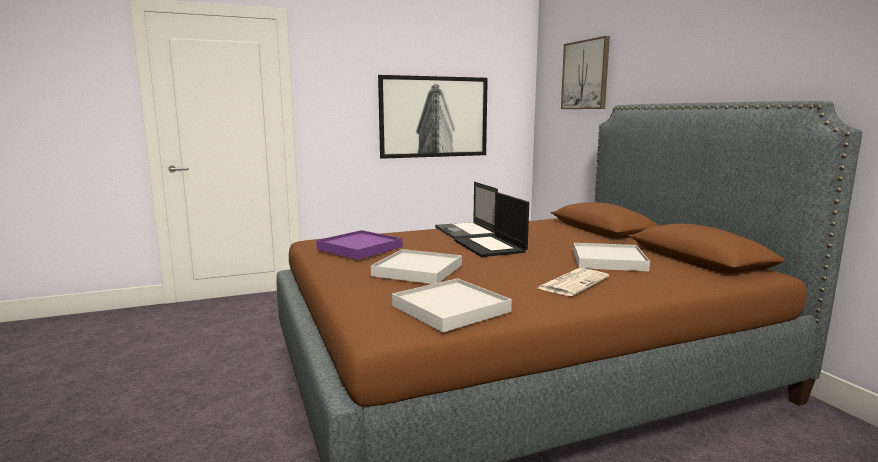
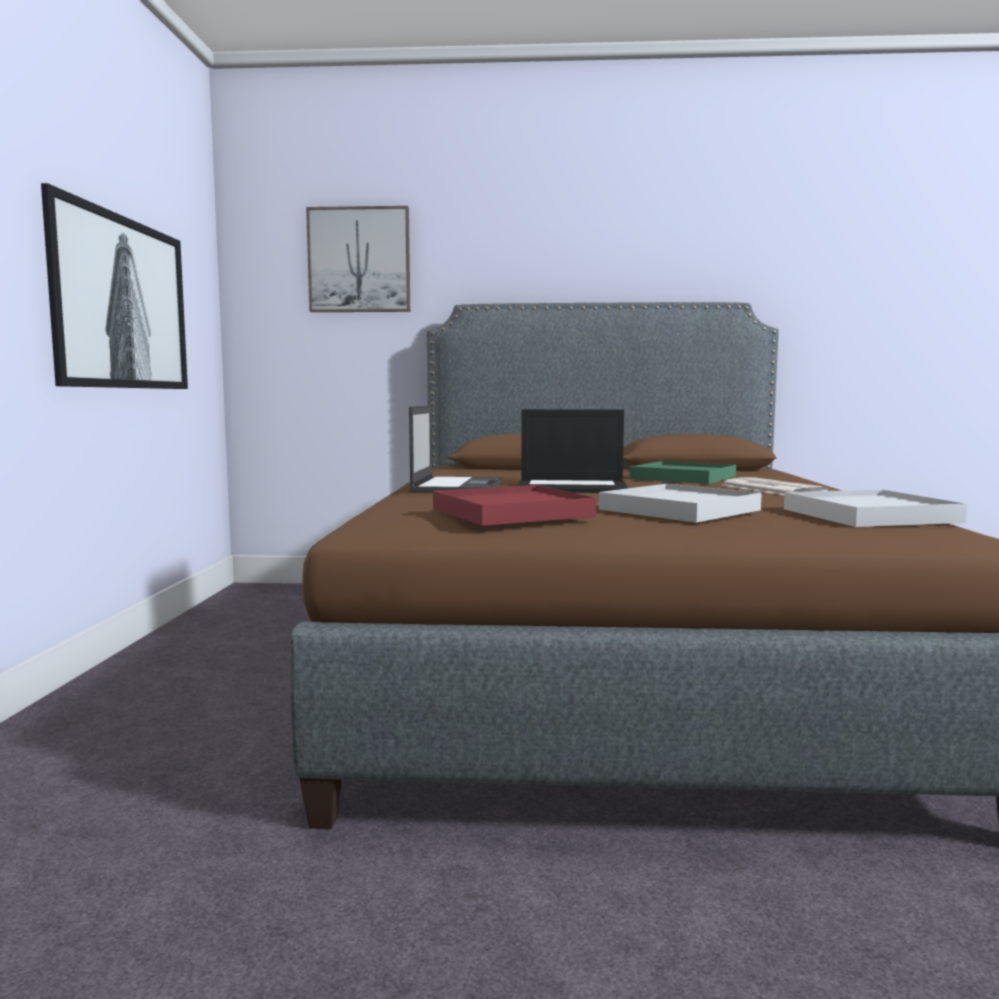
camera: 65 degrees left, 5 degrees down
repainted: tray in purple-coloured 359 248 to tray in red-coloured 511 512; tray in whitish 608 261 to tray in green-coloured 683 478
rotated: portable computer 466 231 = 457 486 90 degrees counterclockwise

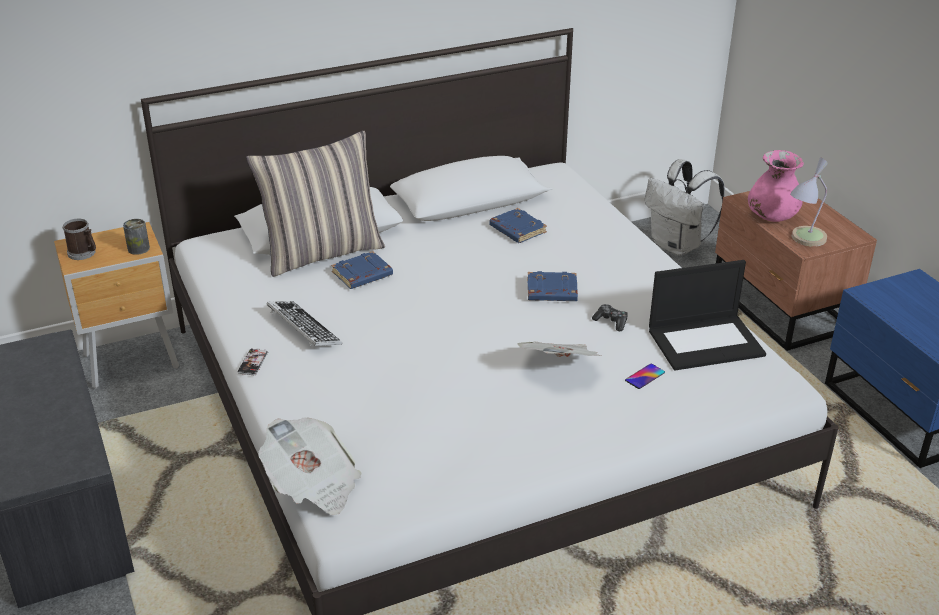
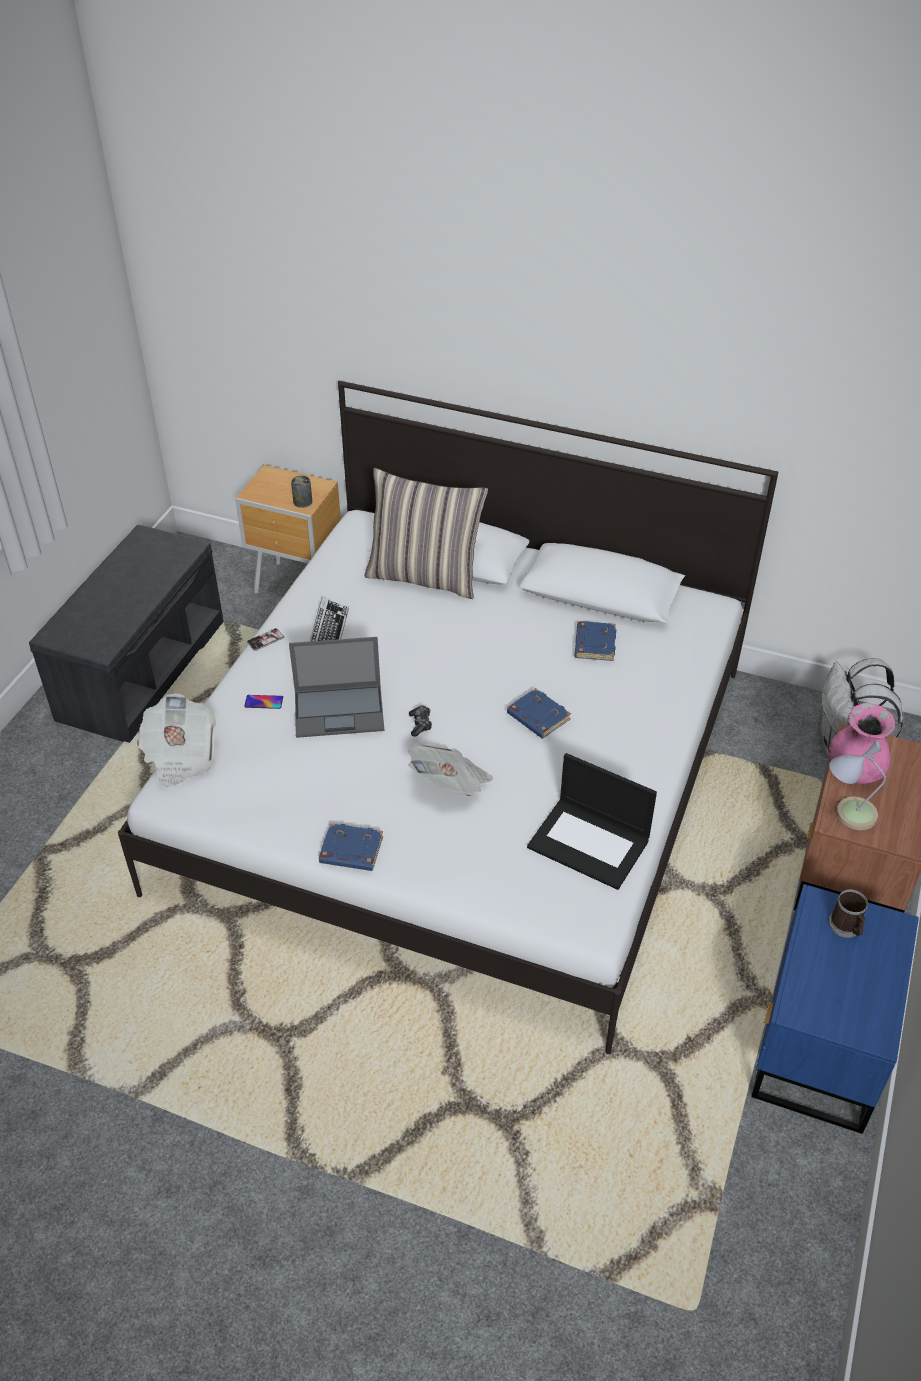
camera: 45 degrees right, 10 degrees up
new: portable computer 340 710
shifted: coffee mug 84 253 to 846 927; bound book in blue 362 275 to 350 851; joypad 611 321 to 420 724; telephone 645 376 to 263 702

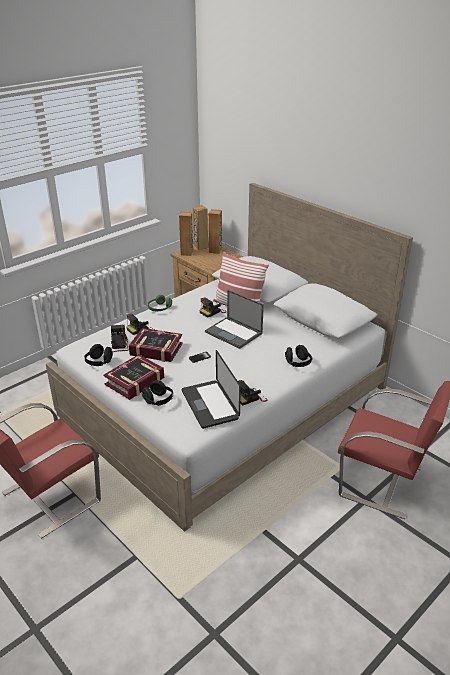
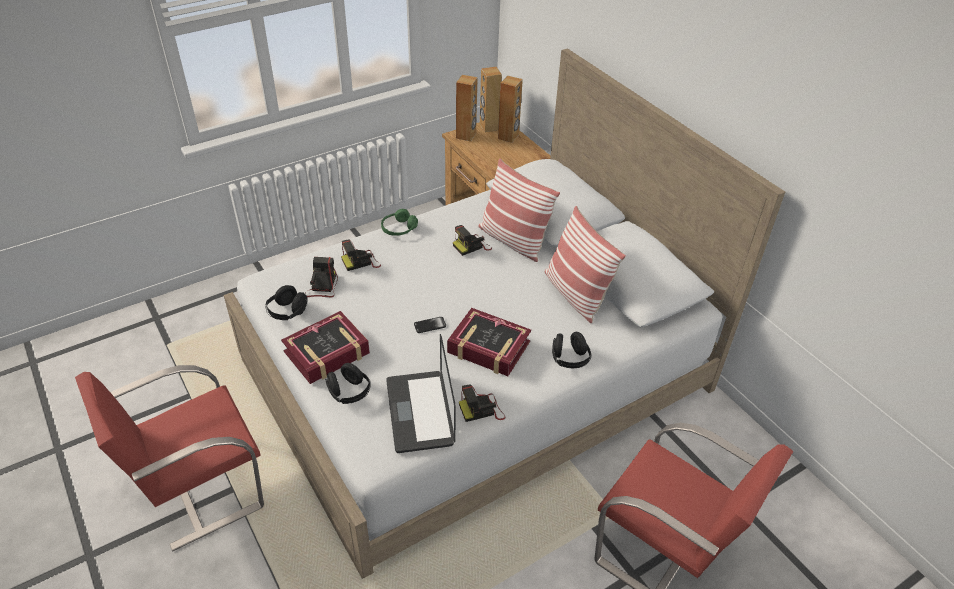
camera: 10 degrees right, 10 degrees up
gone: portable computer 234 333
new: throw pillow 575 294
shifted: bound book 156 349 to 488 348

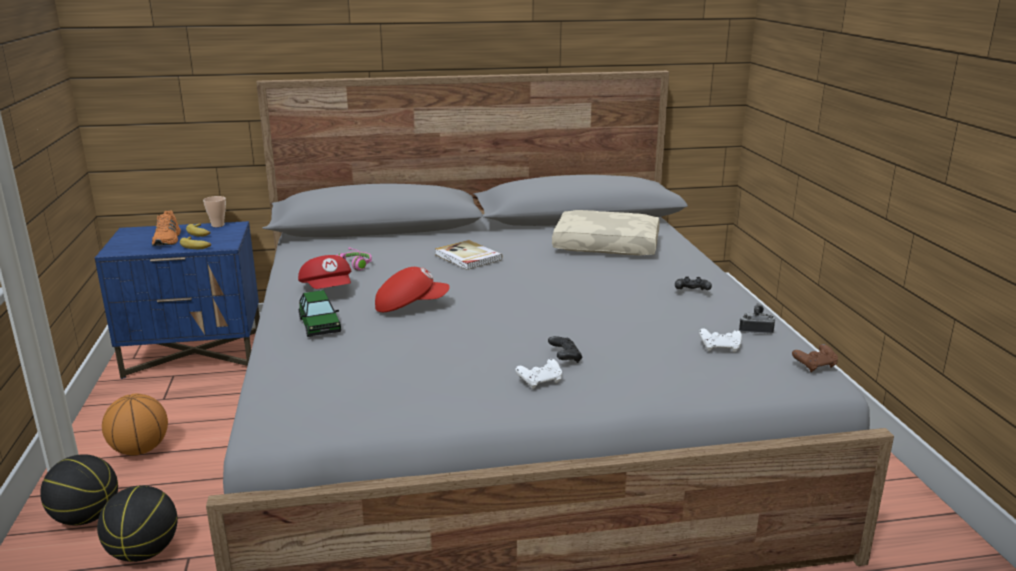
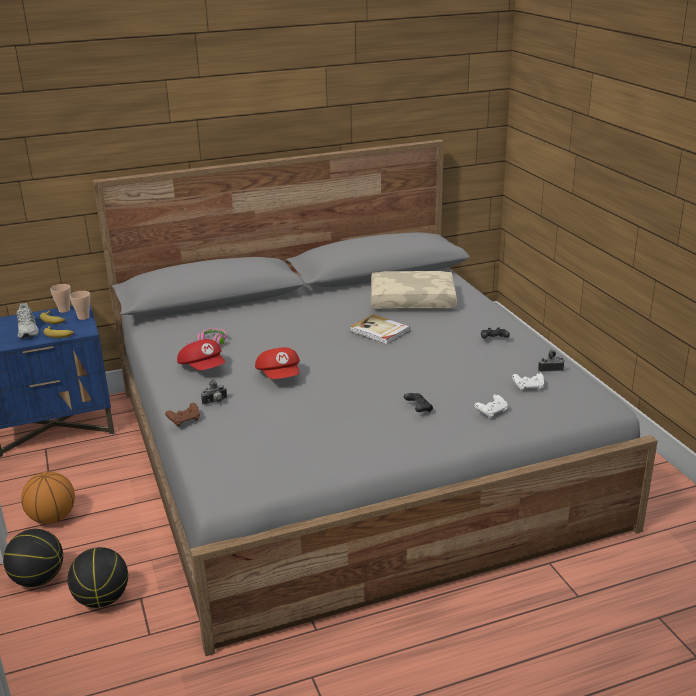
camera: 10 degrees left, 5 degrees up
new: small cup 83 317
shifted: bound book 467 257 to 379 331; joypad in brown-coloured 815 366 to 184 420; joypad in whitish 540 382 to 491 412
swapped: model car 320 325 to still camera 215 402
repainted: low shoe in orangey 168 239 to low shoe in whitish 28 330
rotated: cap in red-coloured 410 306 = 280 376 90 degrees clockwise

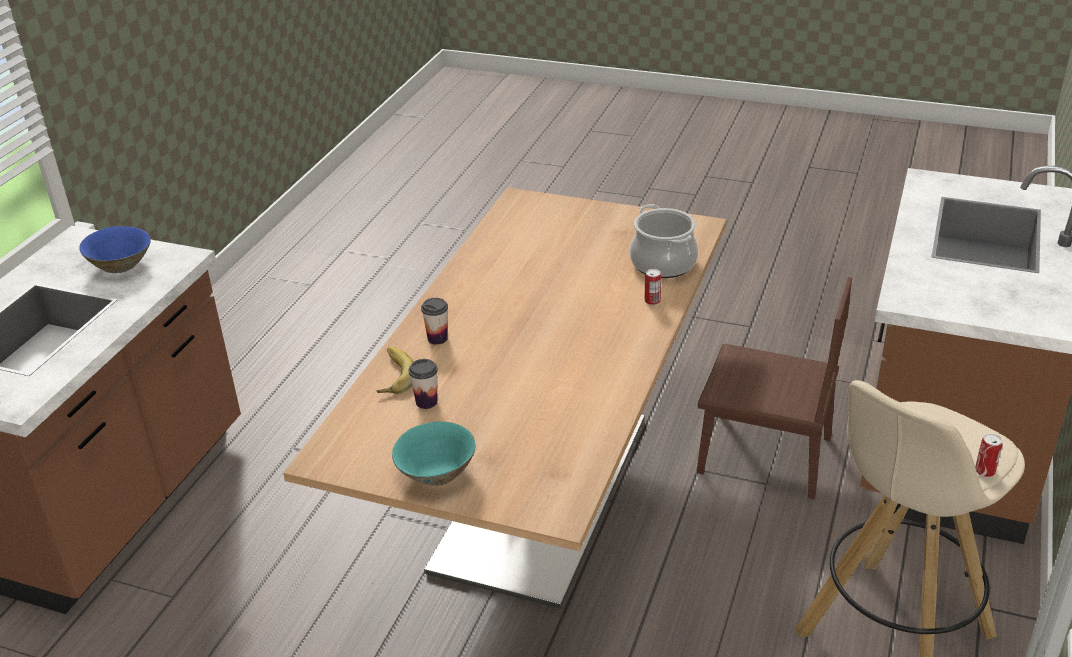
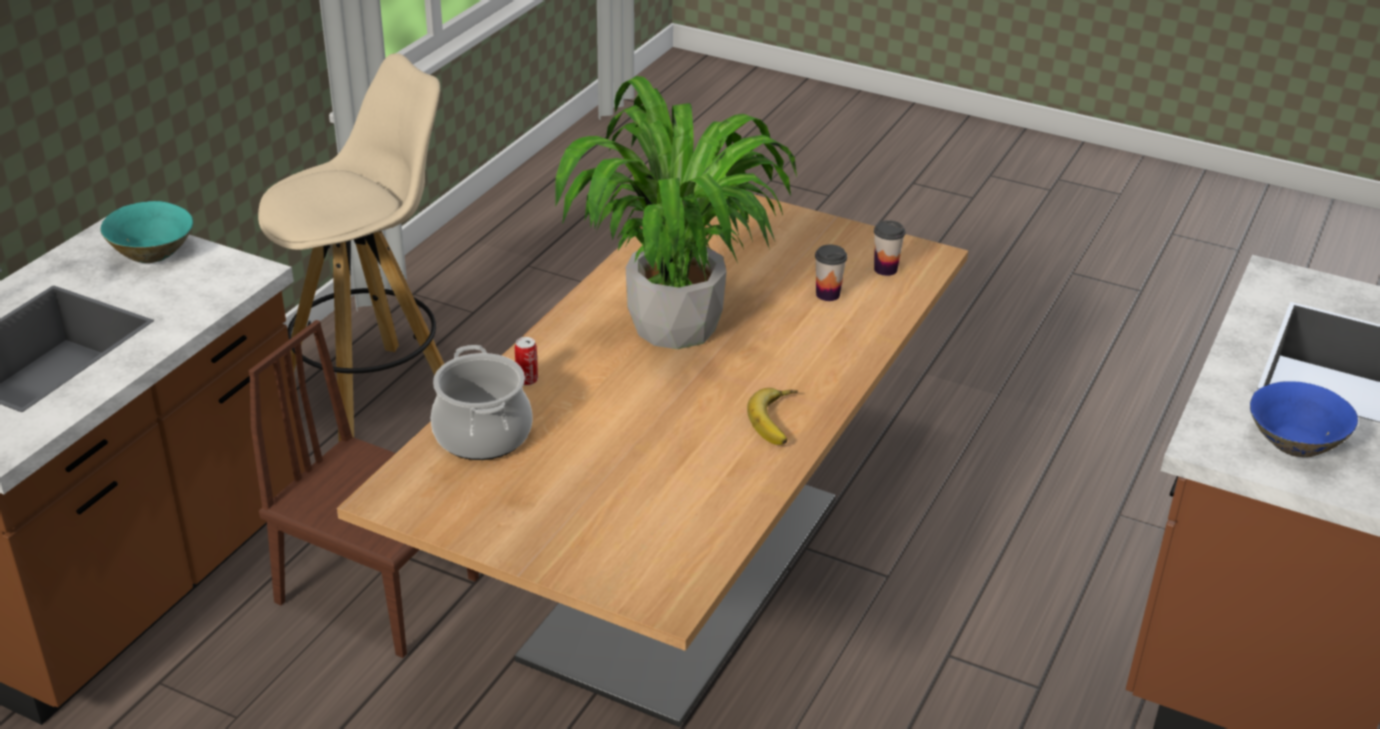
camera: 175 degrees left, 0 degrees up
gone: can 984 471
new: houseplant 677 327
shifted: small cup 437 338 to 885 269; banana fruit 392 375 to 779 421; deep dish in turquoise-coloured 436 472 to 152 253

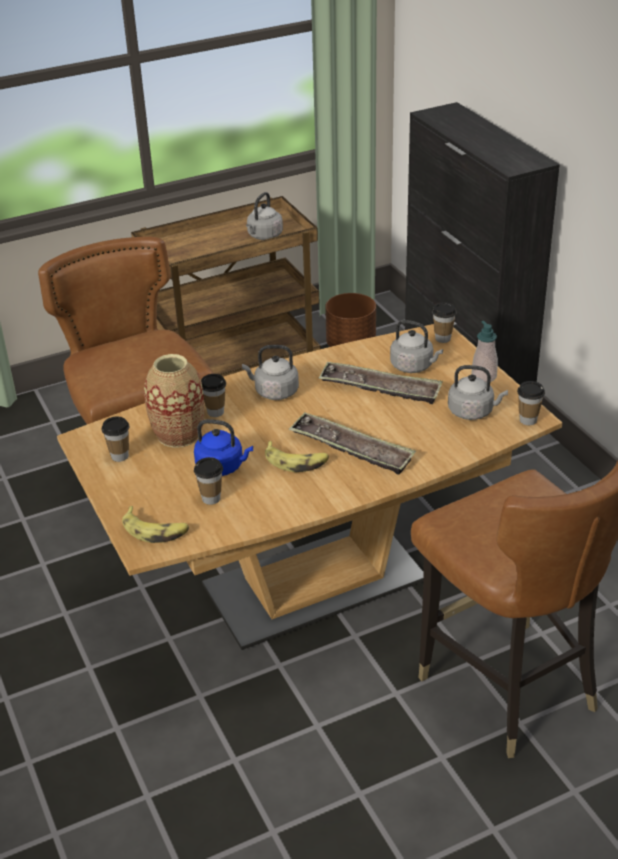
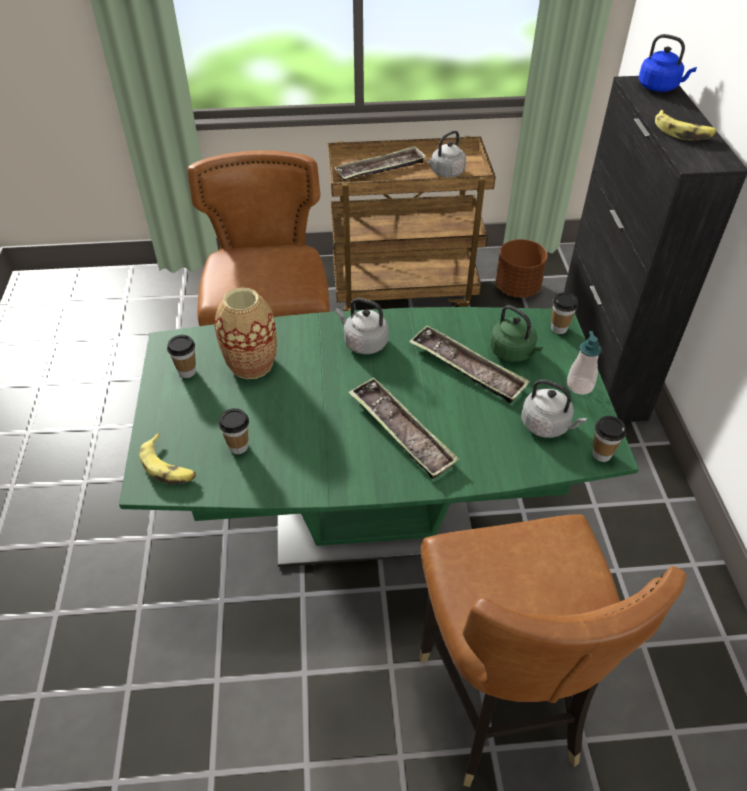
camera: 20 degrees right, 10 degrees up
gone: small cup 215 412
new: tray 380 169
shifted: kettle in blue 222 467 to 660 87; banana fruit 296 461 to 682 132
repainted: kettle in grey 414 366 to kettle in green-coloured 513 353; dinner table in brown-coloured 314 583 to dinner table in green-coloured 373 519

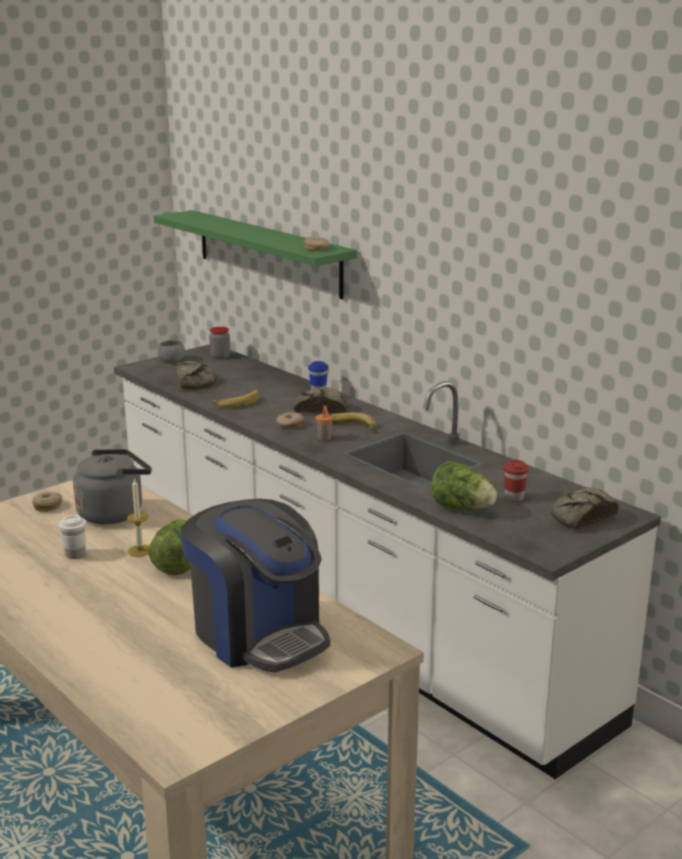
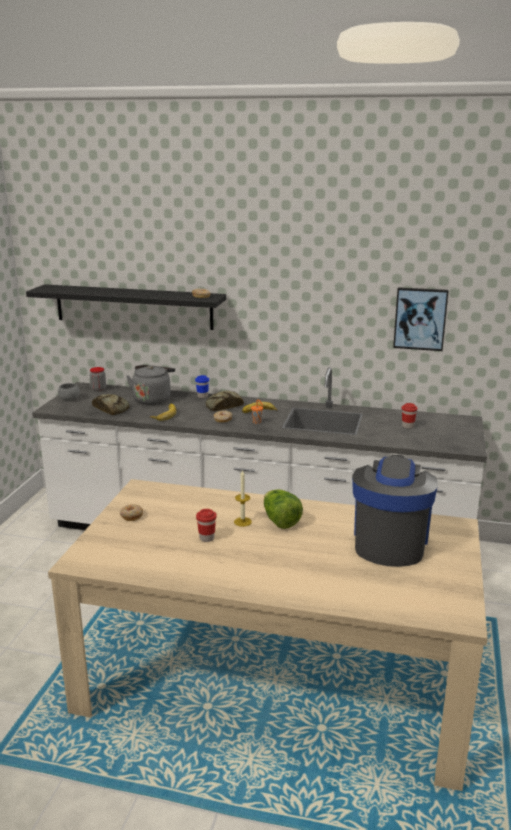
camera: 35 degrees left, 0 degrees up
gone: head of lettuce 462 508; baked bread 581 517
new: picture 420 318
shifted: kettle in grey 114 512 to 152 399
repainted: wall shelf in green-coloured 268 252 to wall shelf in blackish 133 306; small cup in whitish 75 554 to small cup in red-coloured 206 538
rotated: coffee machine 258 633 = 389 541 90 degrees counterclockwise

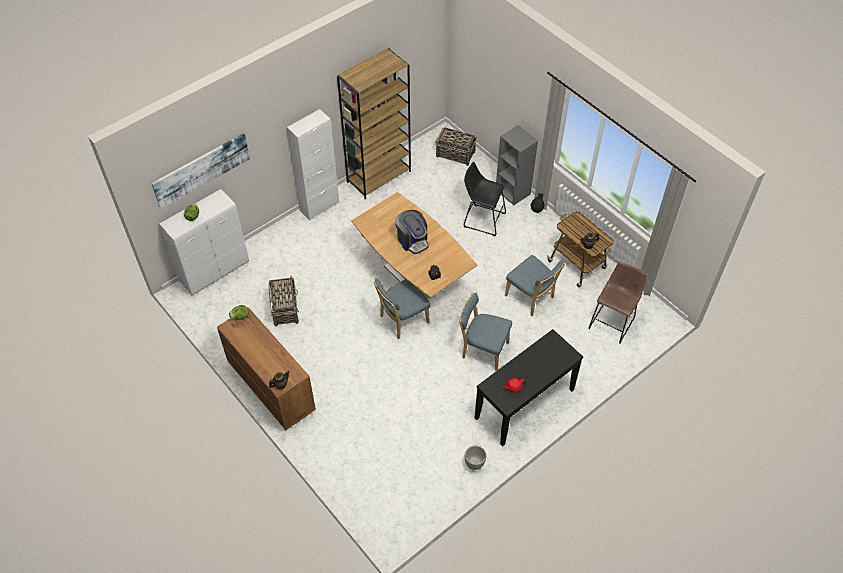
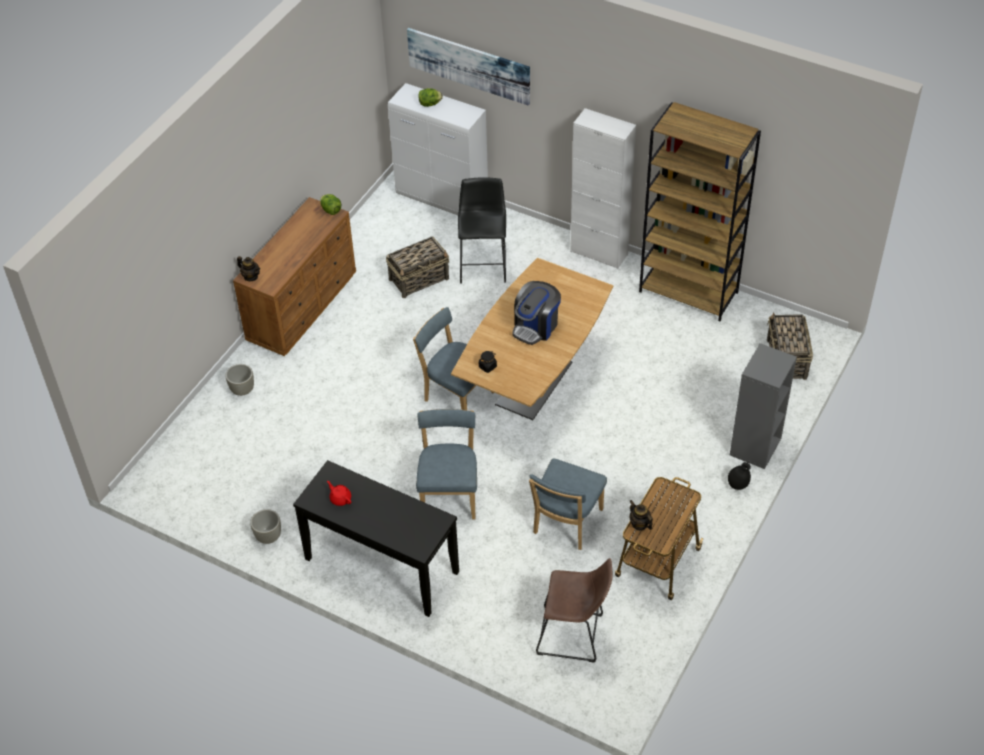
camera: 70 degrees right, 5 degrees down
new: planter in grey 242 390
shifted: sitting stool in blackish 482 219 to 483 263

